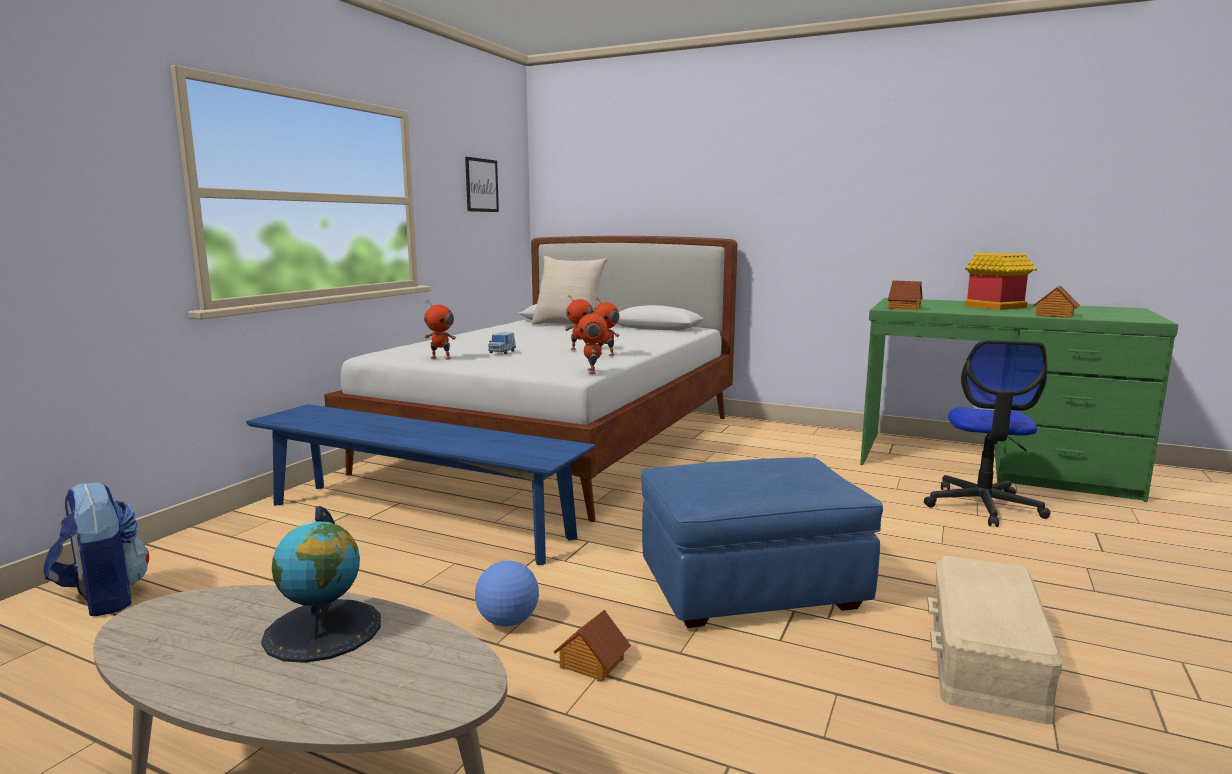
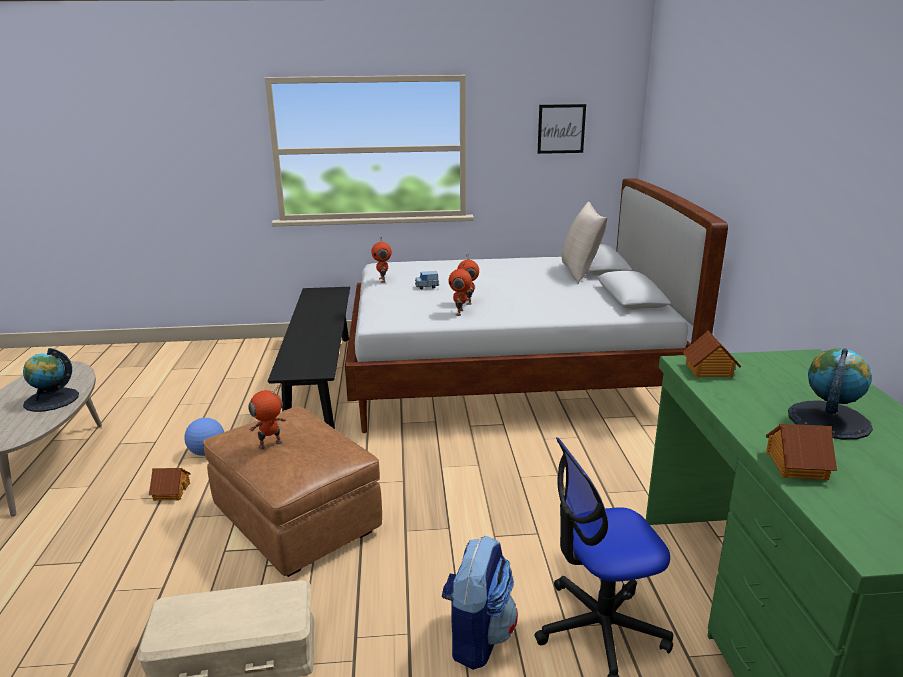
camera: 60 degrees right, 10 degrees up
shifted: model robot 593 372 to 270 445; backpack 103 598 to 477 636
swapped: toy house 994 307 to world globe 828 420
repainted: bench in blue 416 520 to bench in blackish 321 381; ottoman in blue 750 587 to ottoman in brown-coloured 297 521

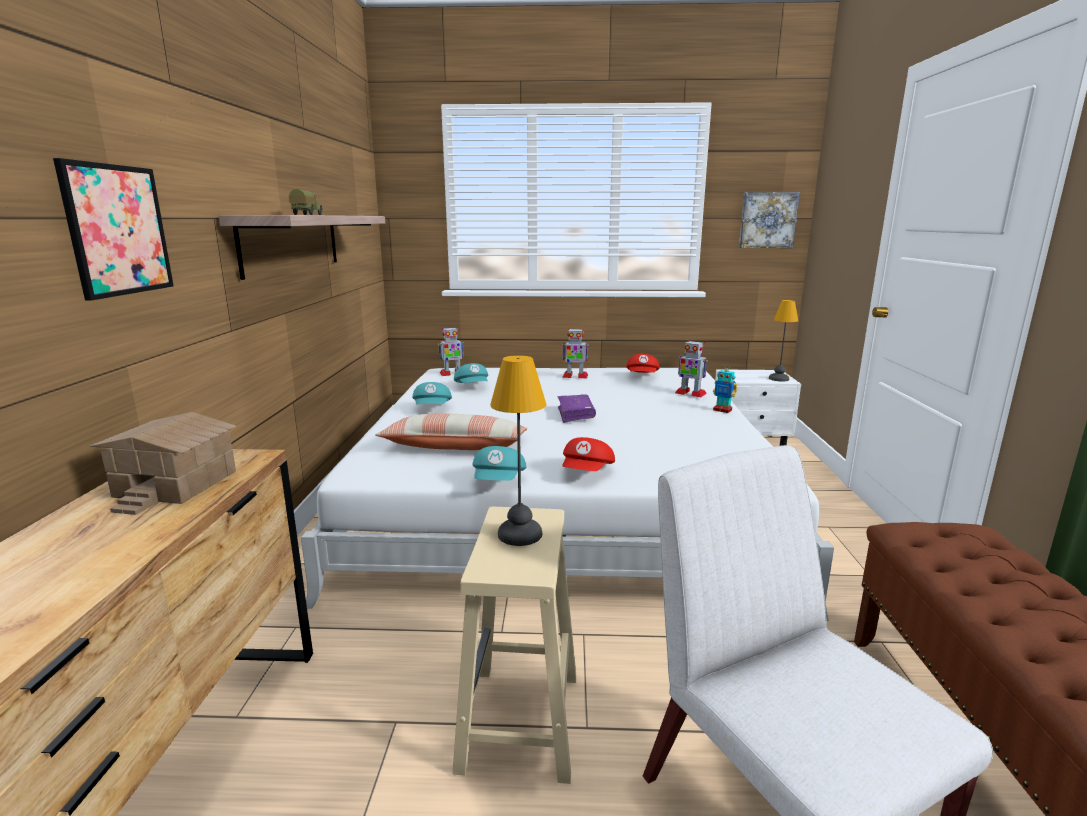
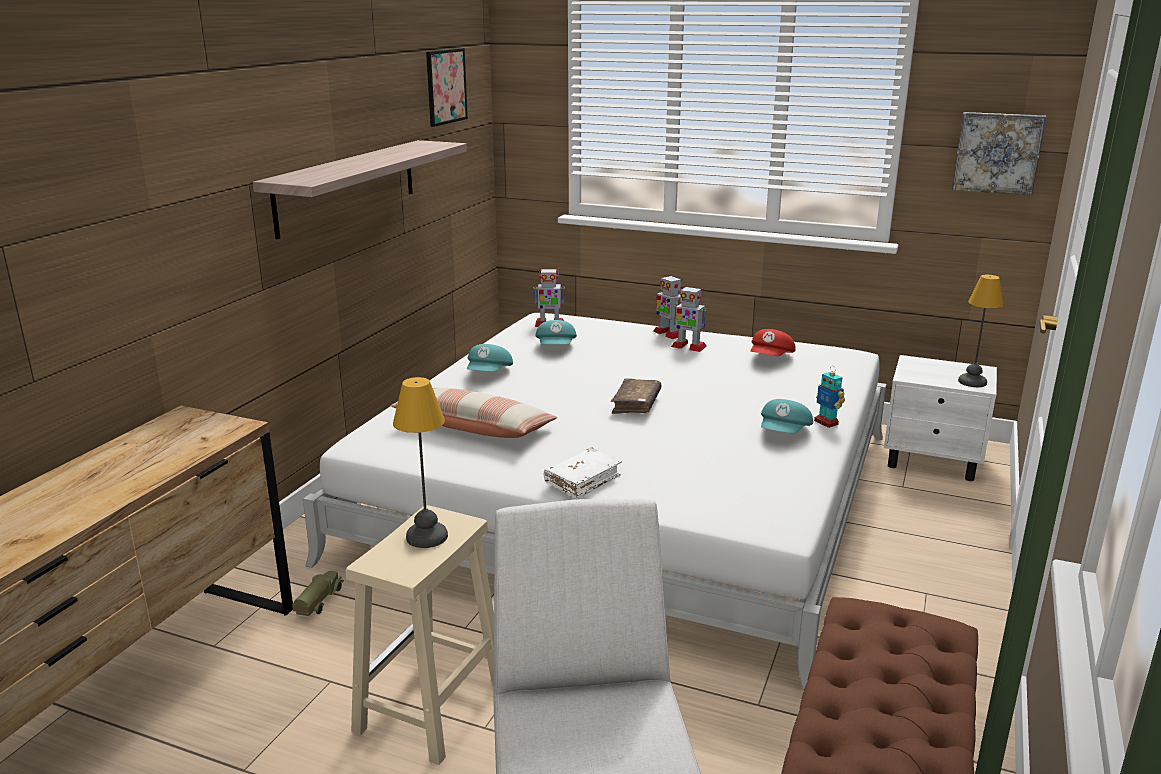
camera: 20 degrees right, 5 degrees up
gone: toy house 179 484
shifted: picture 118 230 to 446 86; toy lorry 306 215 to 318 603; model robot 690 393 to 668 333; cap in turquoise-coloured 499 482 to 785 433
swapped: cap in red-coloured 587 472 to bound book in whitish 582 480
repainted: bound book in purple-coloured 575 414 to bound book in brown-coloured 636 404

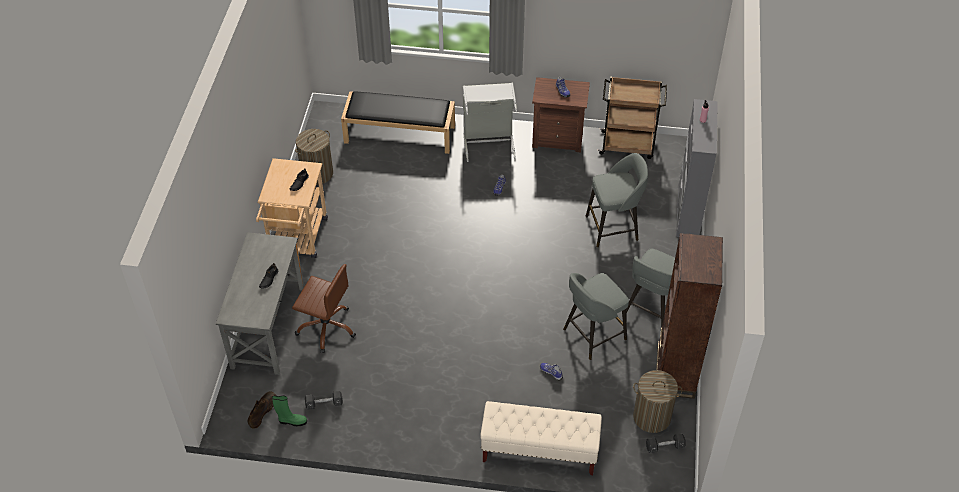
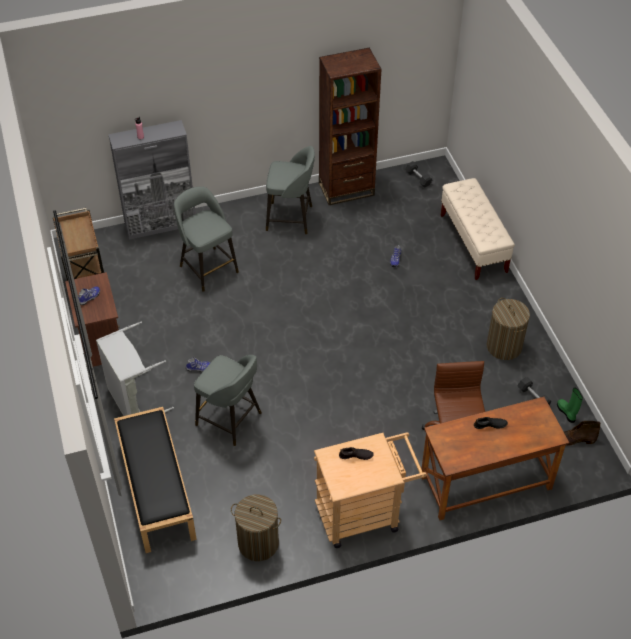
camera: 115 degrees left, 0 degrees up
shifted: sitting stool in grey 592 335 to 230 420; washing basket 651 417 to 504 346
repainted: desk in grey 268 327 to desk in brown-coloured 485 483

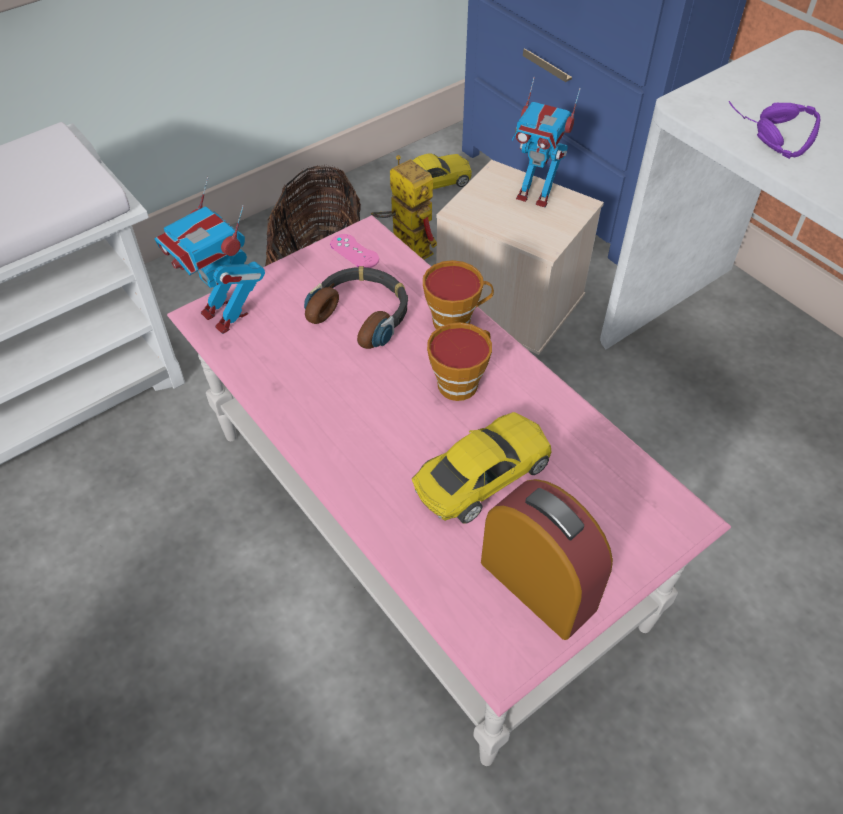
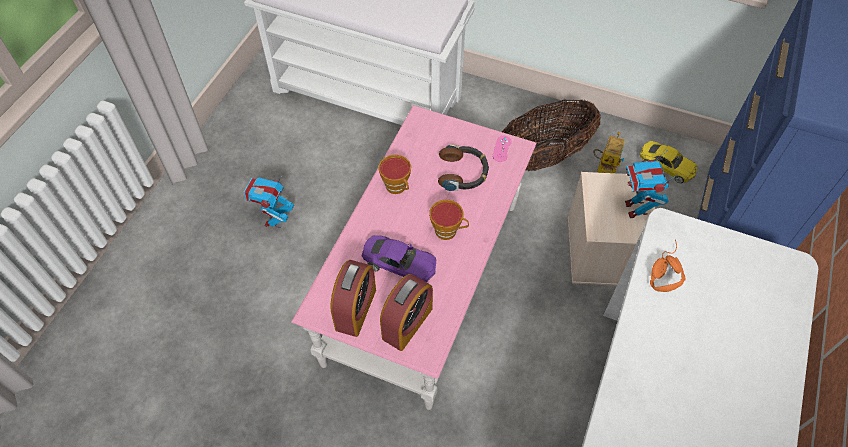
camera: 60 degrees right, 5 degrees up
new: alarm clock 407 323
shifted: model robot 225 315 to 275 220; small cup 456 320 to 397 187
repainted: headset in purple-coloured 762 138 to headset in orangey 662 268; model car in yellow 482 475 to model car in purple-coloured 399 264

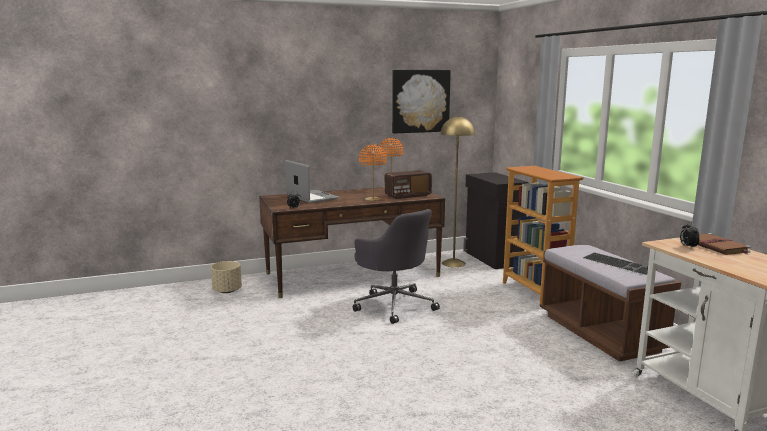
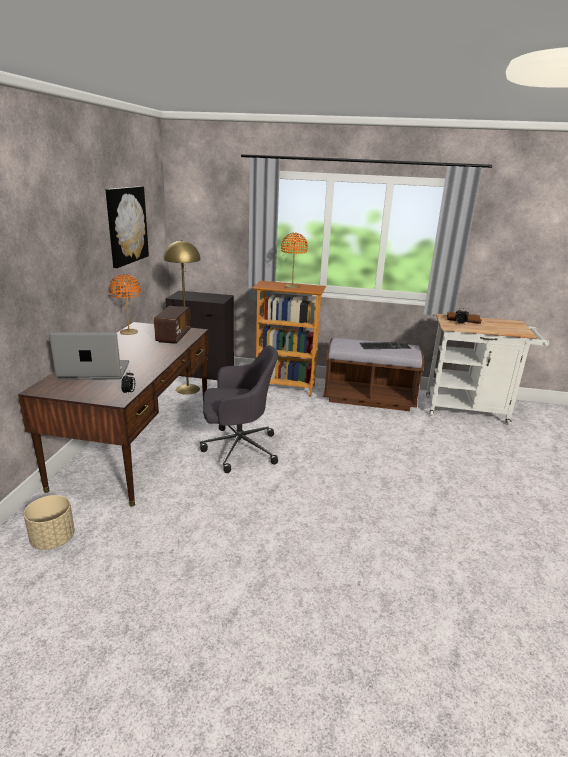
camera: 60 degrees left, 10 degrees up
shifted: table lamp in orangey 372 199 to 292 287

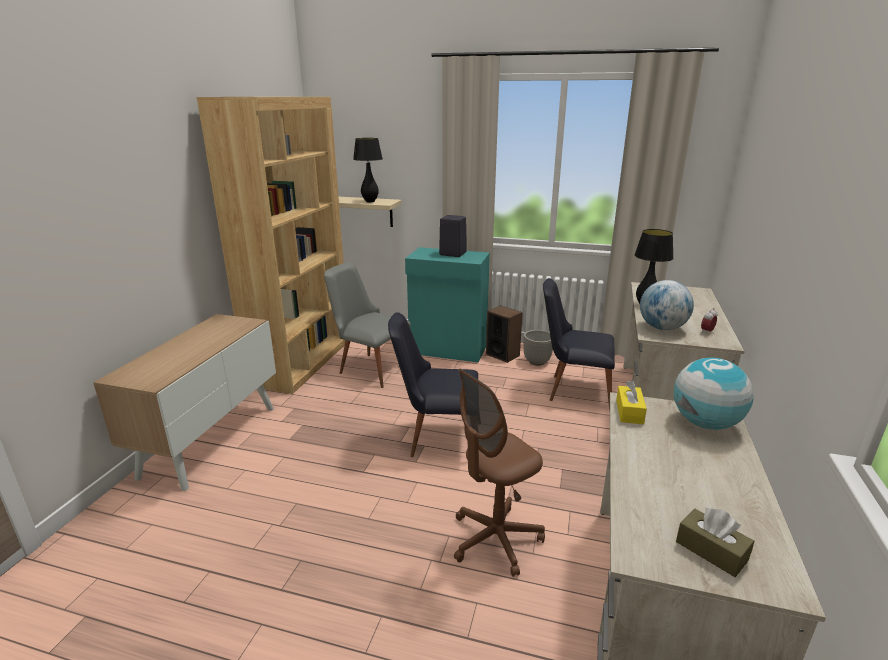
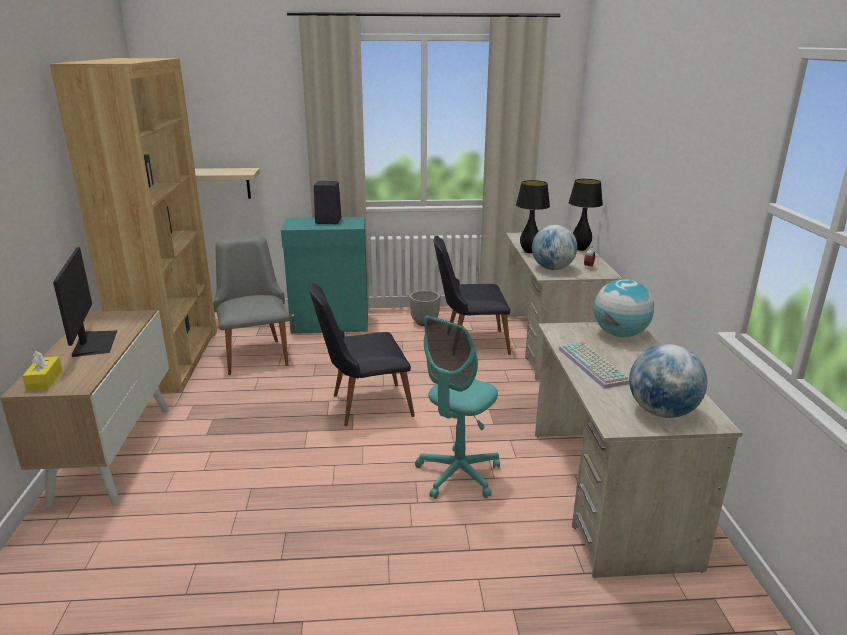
camera: 20 degrees left, 0 degrees up
gone: speaker 502 355
new: computer display 94 343; computer keyboard 595 366
shifted: table lamp in blackish 370 201 to 580 249; tissue box in yellow 629 412 to 45 380
swapped: tissue box in brown-coloured 711 551 to world globe 661 412
repainted: desk chair in brown-coloured 495 540 to desk chair in turquoise-coloured 458 475
rotated: plain chair in grey 370 368 = 255 353 60 degrees clockwise

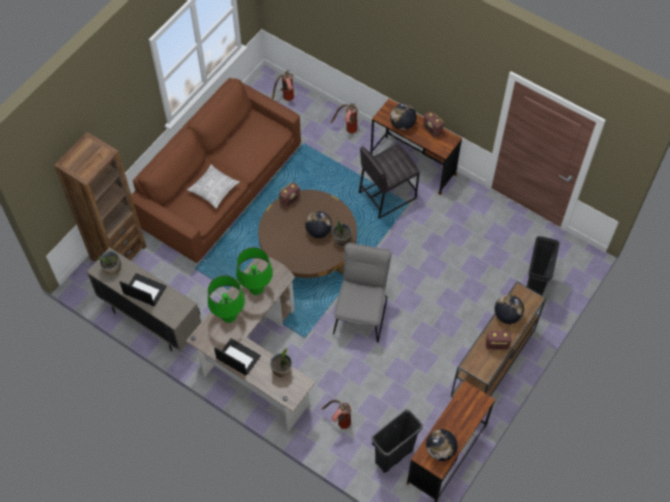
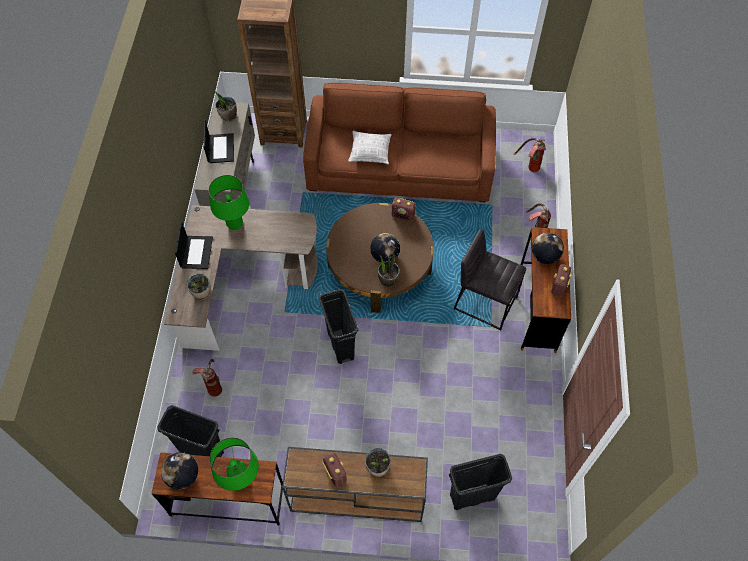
camera: 60 degrees right, 0 degrees up
shifted: table lamp in green-coloured 256 288 to 241 479
swapped: plain chair in grey 361 312 to waste bin in blackish 340 345; world globe 507 315 to houseplant 378 467

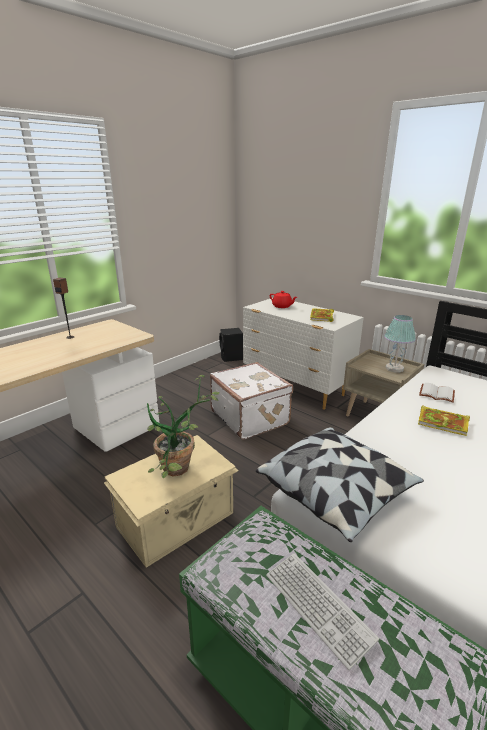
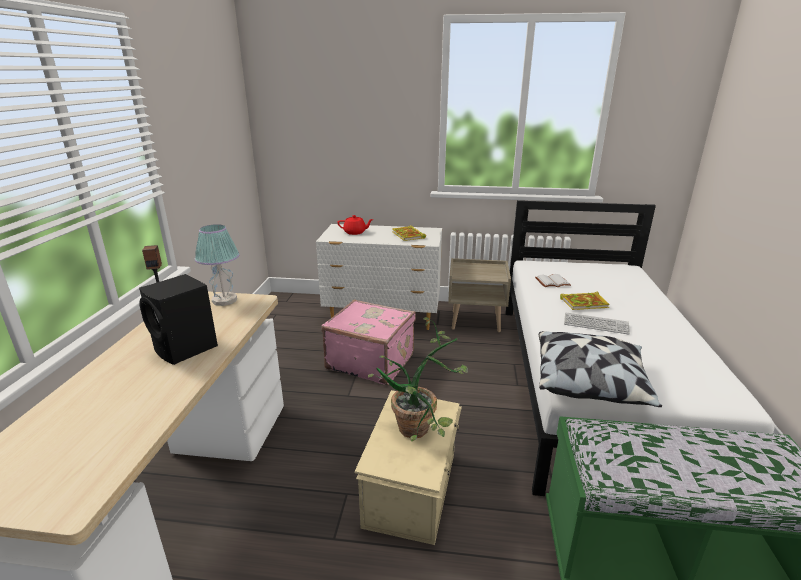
camera: 35 degrees left, 0 degrees up
shifted: table lamp 394 369 to 224 300; speaker in blackish 231 358 to 186 349; computer keyboard 318 606 to 595 324
repainted: suitcase in whitish 250 417 to suitcase in pinkish 371 361

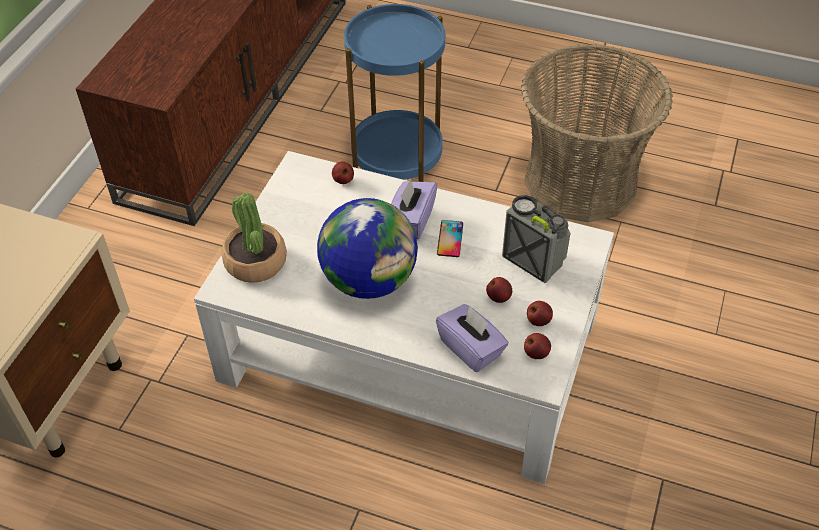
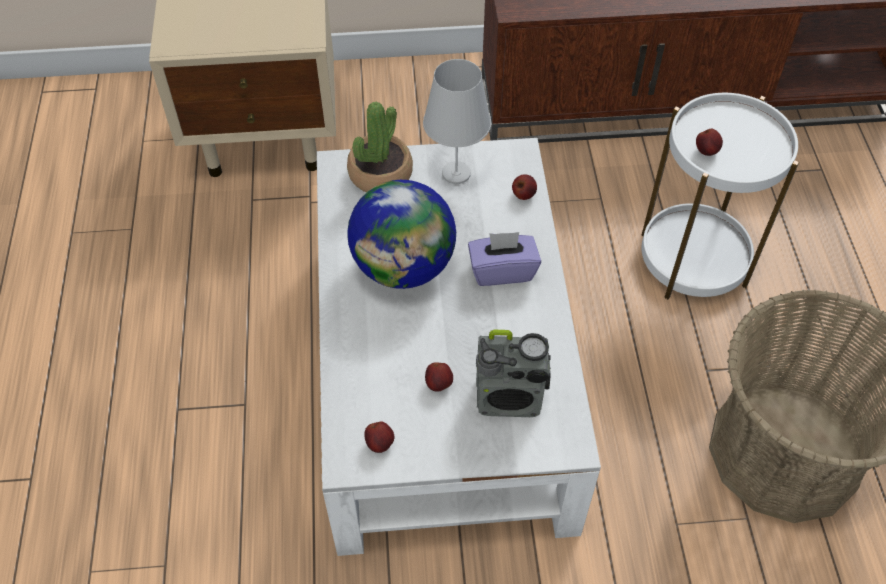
camera: 65 degrees right, 5 degrees up
gone: telephone 450 238; tissue box in purple-coloured 471 348
new: table lamp in whitish 456 173
shifted: apple fruit 538 321 to 707 151
repainted: accent table in blue 396 155 to accent table in whitish 693 259
rotated: radio receiver 533 260 = 510 398 75 degrees clockwise

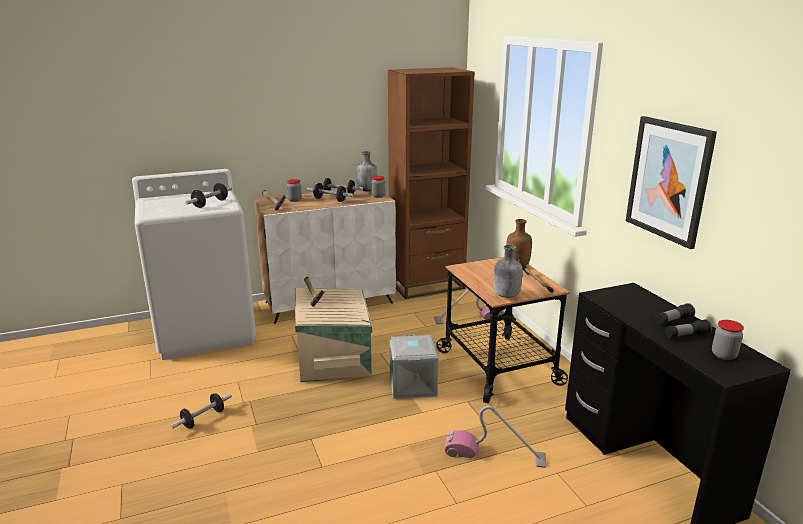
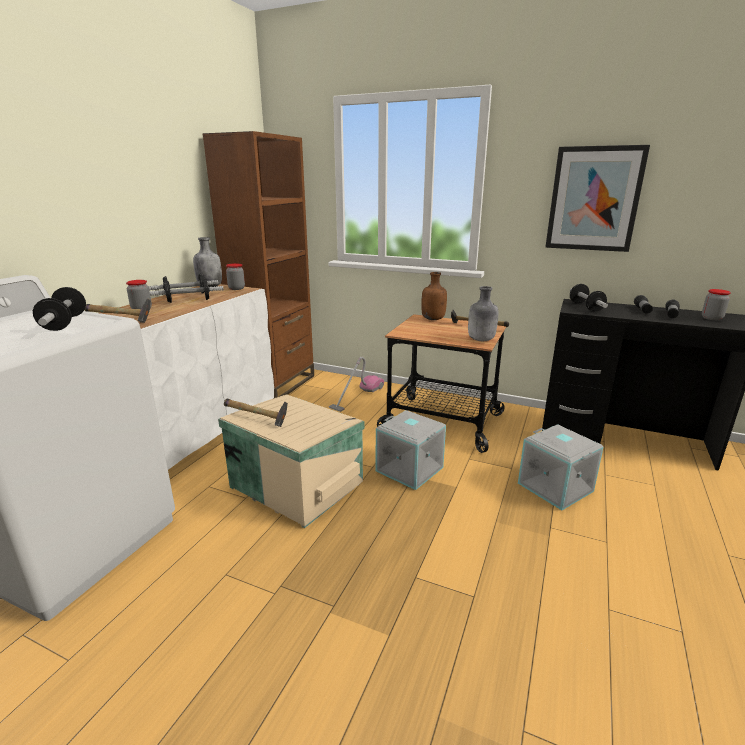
camera: 45 degrees left, 0 degrees up
shifted: free weight 203 419 to 585 307
swapped: hoover 494 455 to storage container in grey 556 487

